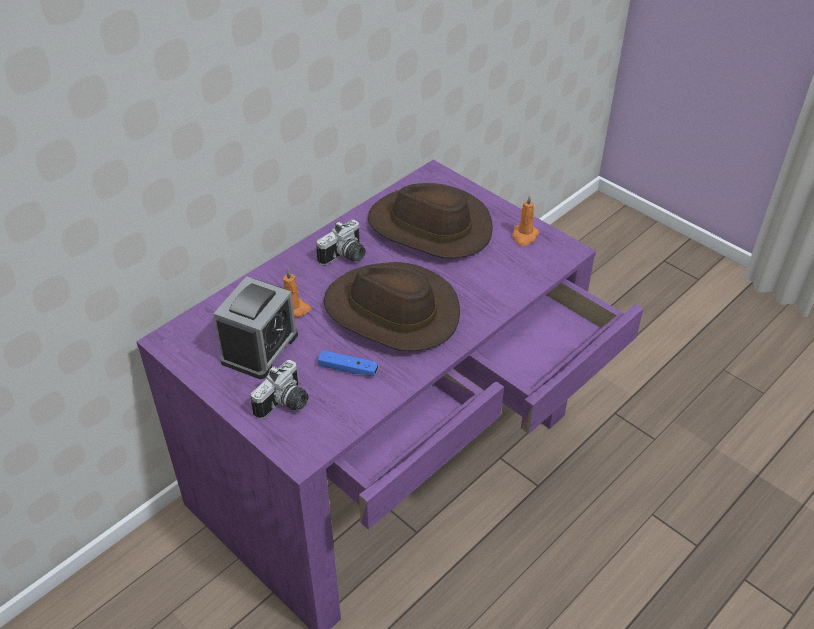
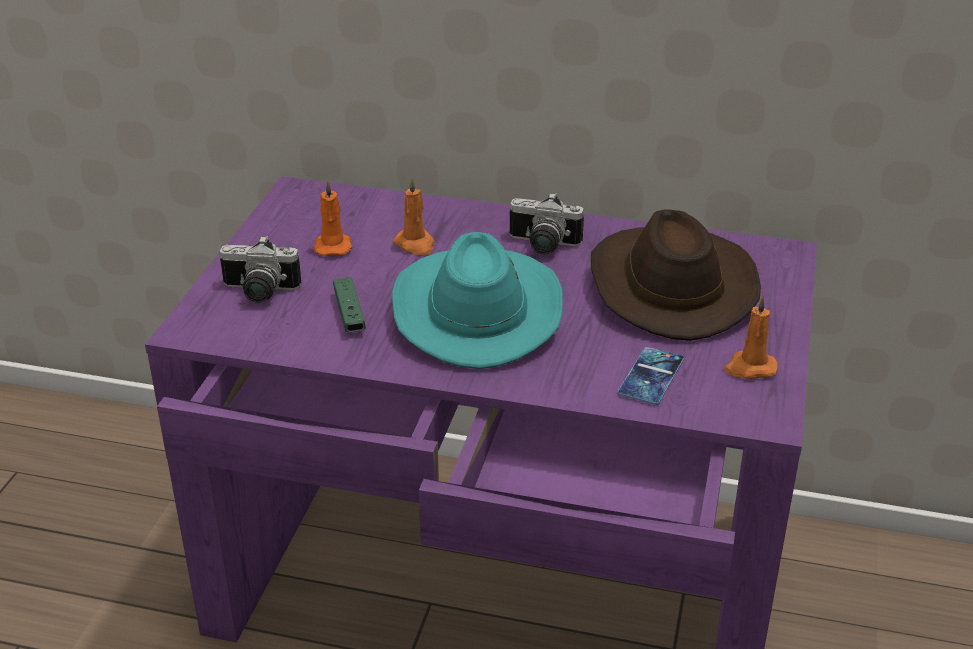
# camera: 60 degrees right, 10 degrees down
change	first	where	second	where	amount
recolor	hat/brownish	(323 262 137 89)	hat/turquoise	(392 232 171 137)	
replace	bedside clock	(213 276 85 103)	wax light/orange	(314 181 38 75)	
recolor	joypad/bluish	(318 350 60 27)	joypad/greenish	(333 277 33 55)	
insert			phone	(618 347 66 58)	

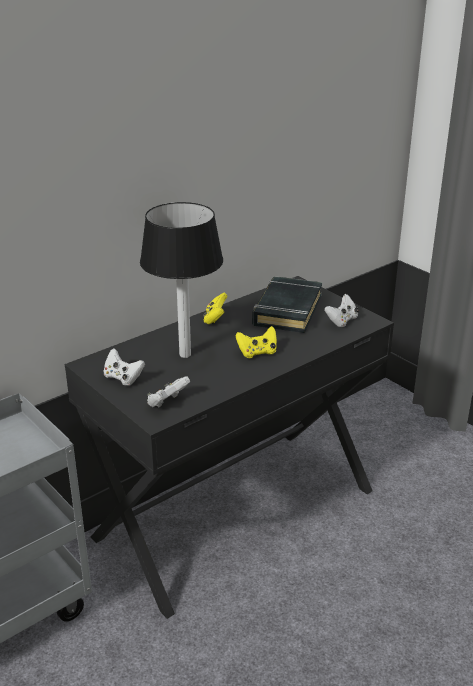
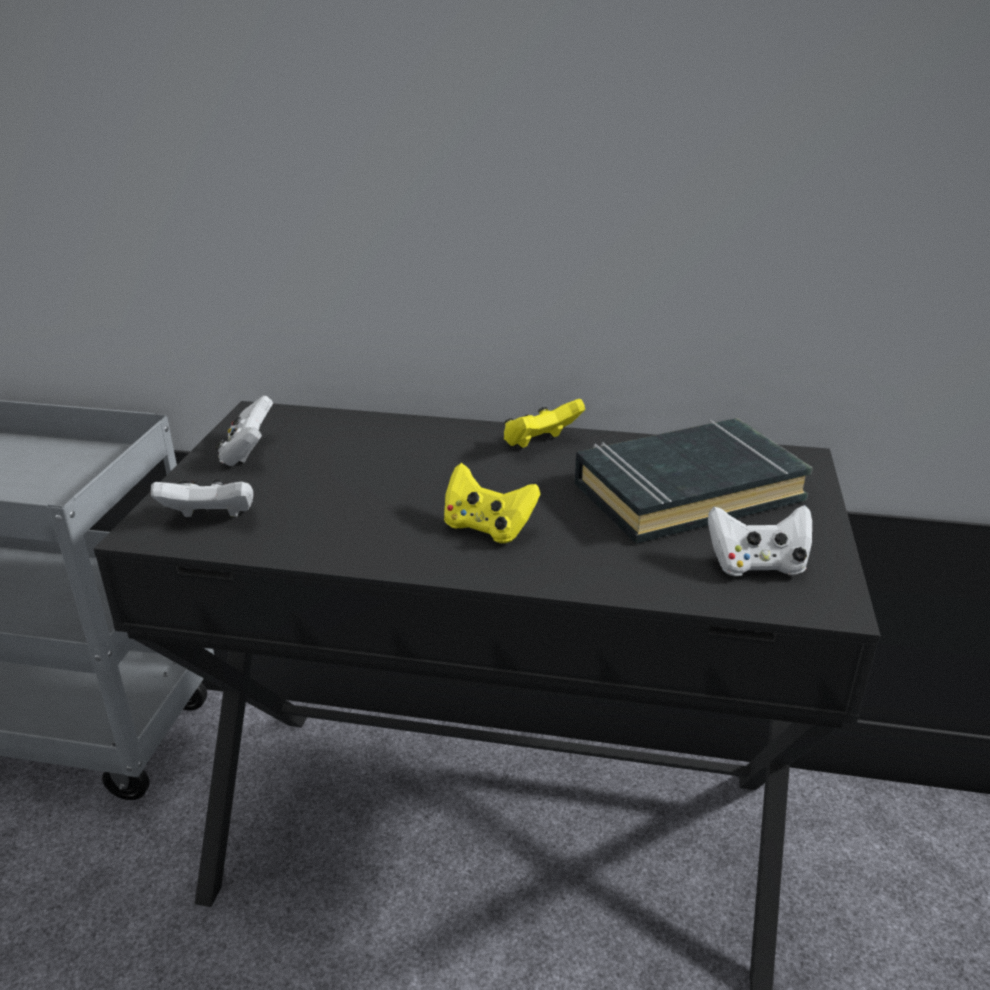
# camera: 50 degrees right, 0 degrees up
change	first	where	second	where	amount
delete	table lamp	(140 202 83 156)			

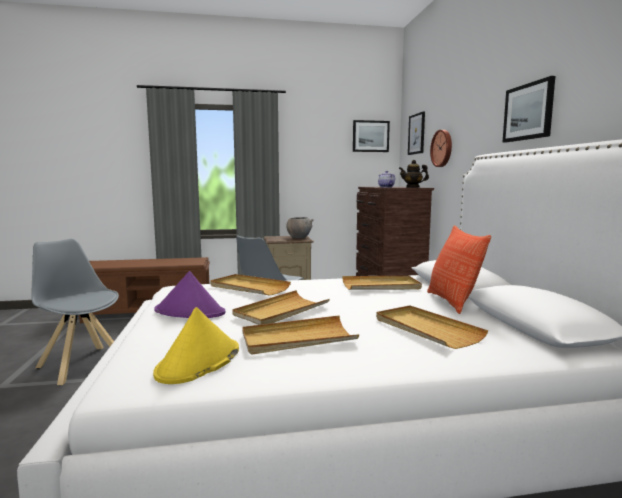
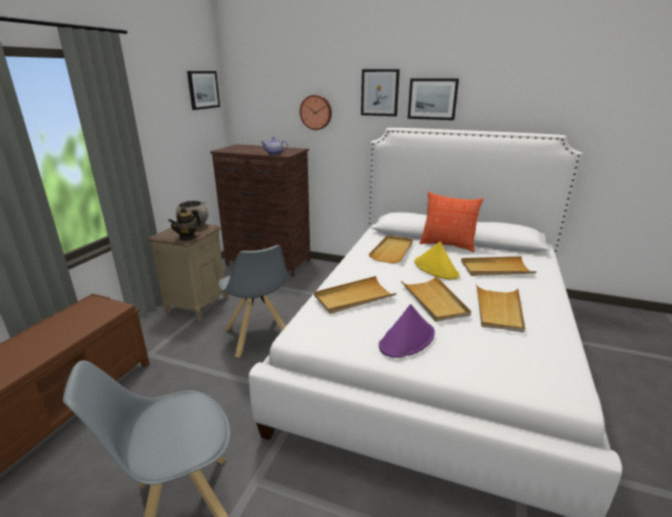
# camera: 60 degrees left, 15 degrees up
change	first	where	second	where	amount
move	picture	(408 111 17 44)		(361 69 39 47)	
move	tea pot	(399 160 30 28)		(168 207 33 34)	
move	hat/yellowish	(153 307 86 77)		(414 242 45 38)	

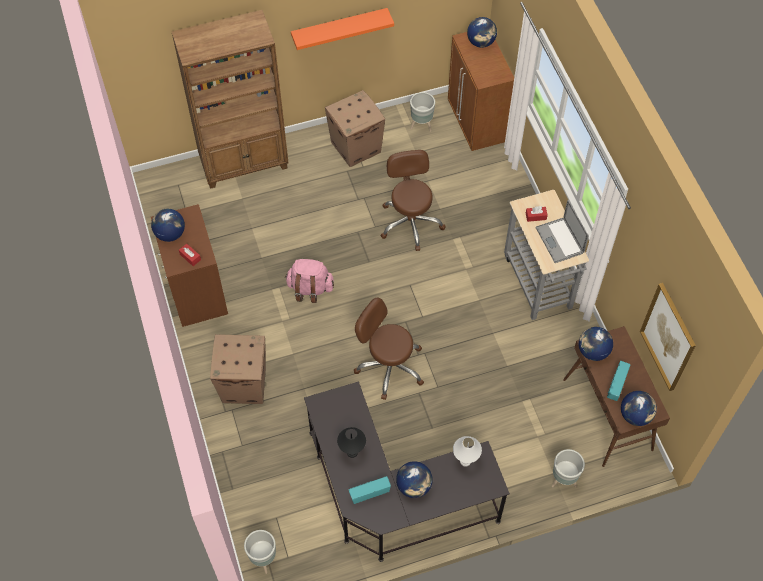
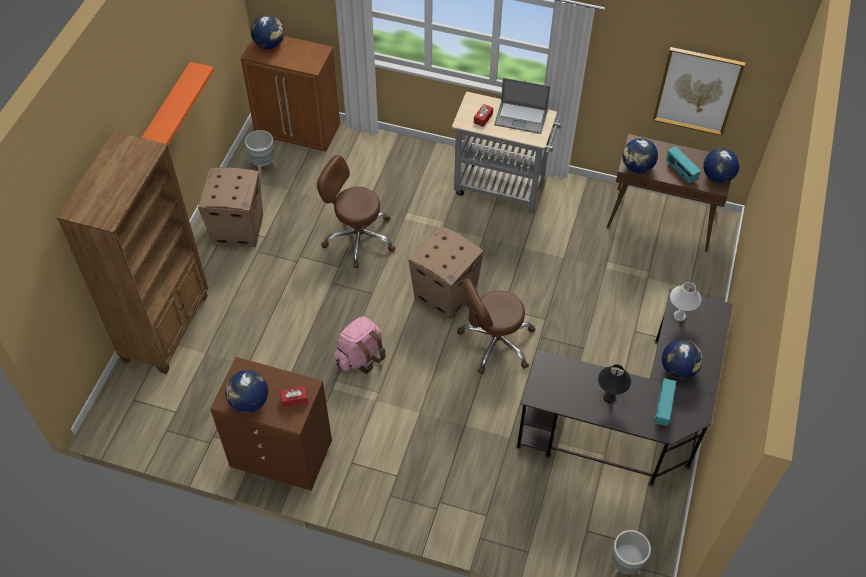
# camera: 55 degrees left, 5 degrees down
change	first	where	second	where	amount
move	carton	(210 334 56 70)		(408 226 76 93)	
delete	planter/grey	(551 449 34 38)			

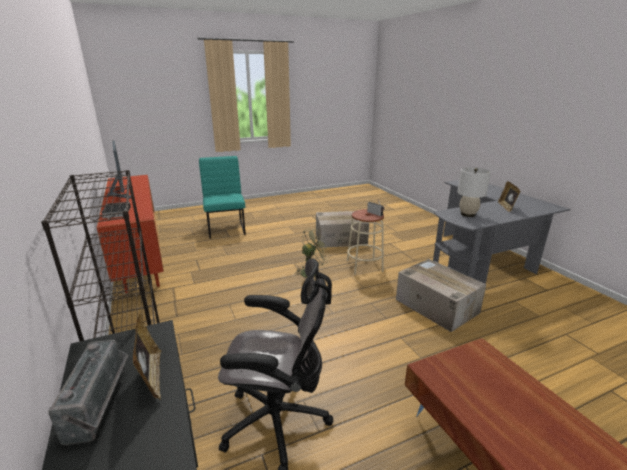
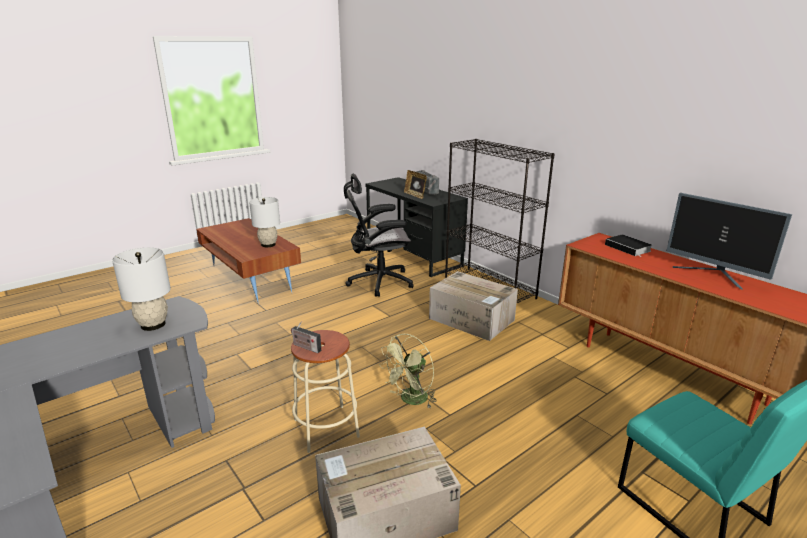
# camera: 165 degrees right, 0 degrees up
change	first	where	second	where	amount
delete	picture frame	(498 181 22 31)			
move	carton	(396 259 91 73)		(429 271 89 70)	
insert			table lamp/white	(249 197 31 50)	

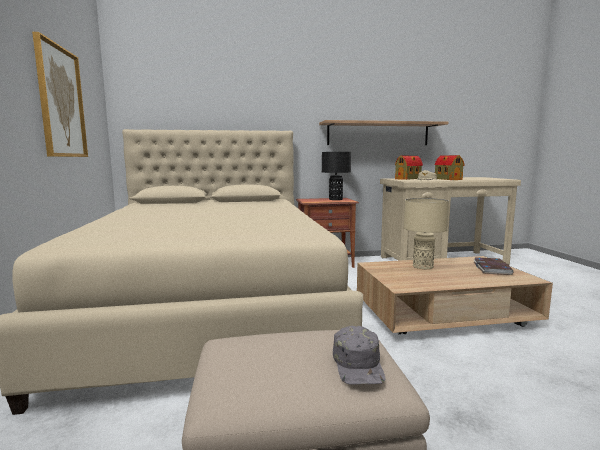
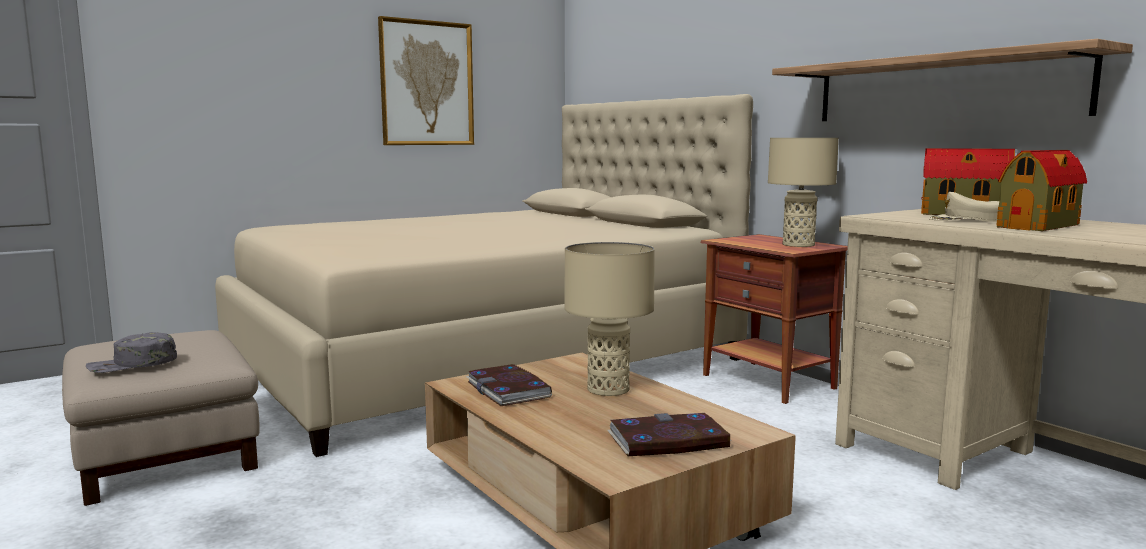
# camera: 65 degrees right, 0 degrees up
change	first	where	second	where	amount
recolor	table lamp/black	(322 152 29 48)	table lamp/beige	(768 138 71 109)	
insert			book	(466 364 86 42)	

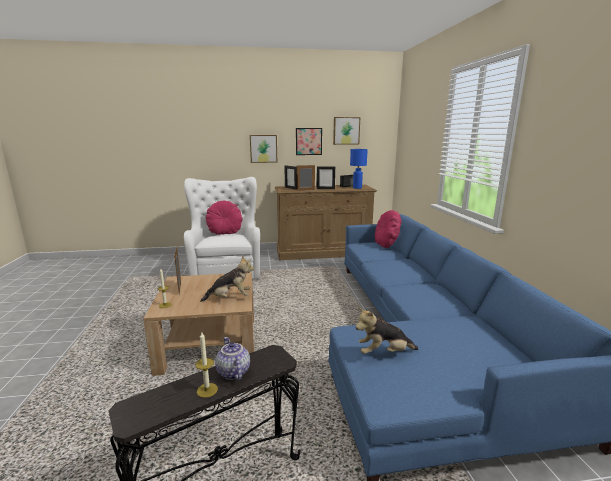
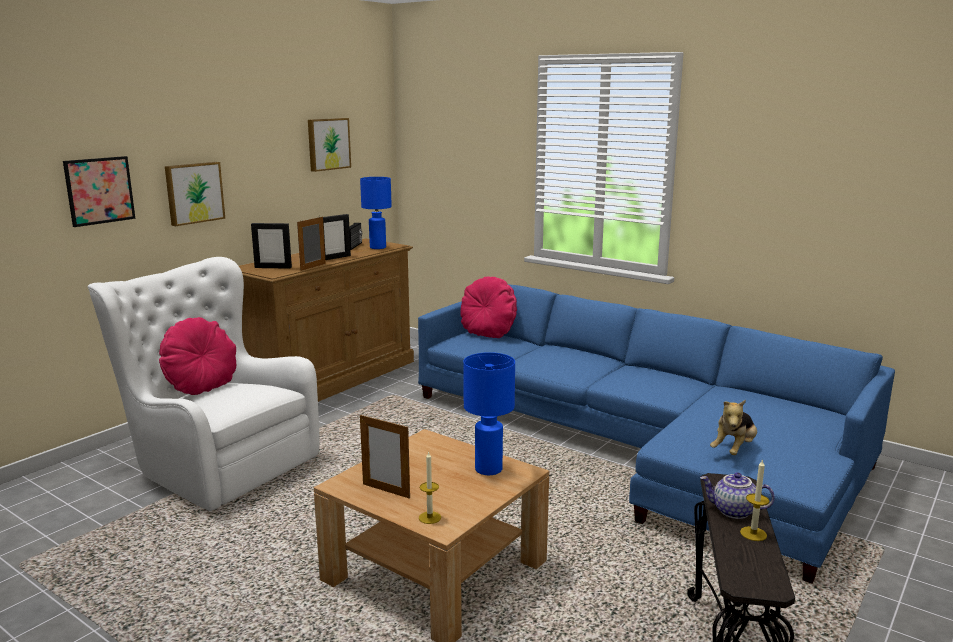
# camera: 45 degrees left, 0 degrees up
change	first	where	second	where	amount
move	picture	(296 128 26 27)		(63 156 72 71)	
replace	cuddly toy	(200 256 54 46)	table lamp/bluish	(463 352 52 123)	

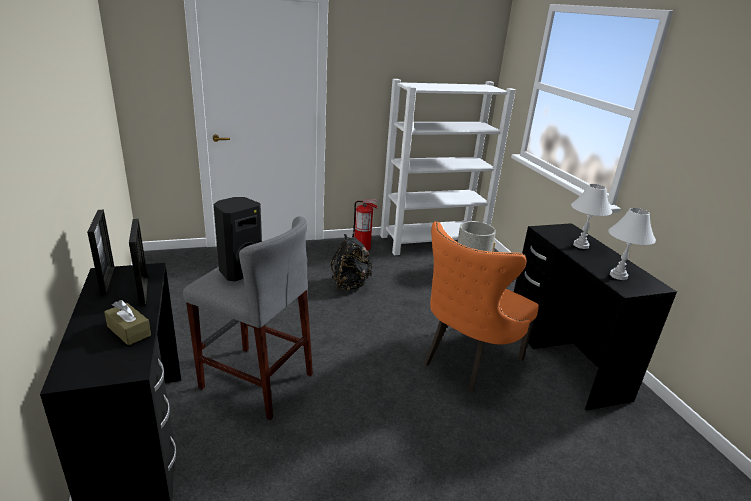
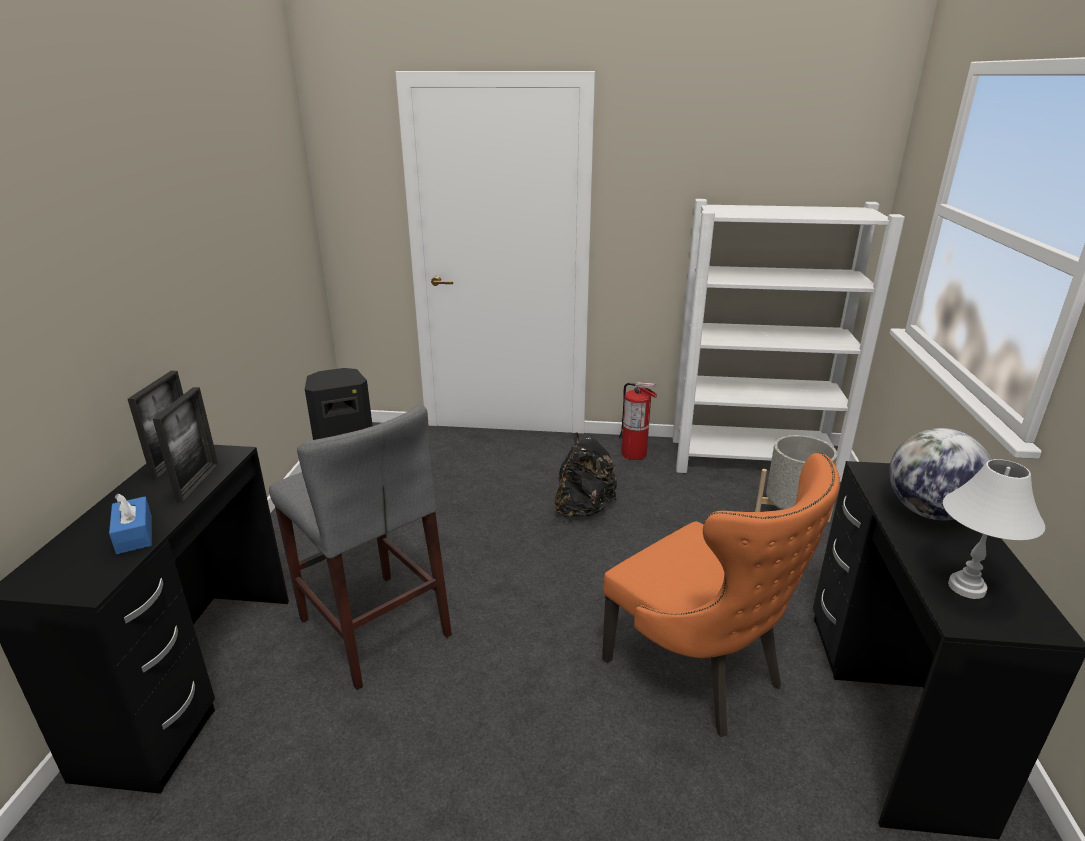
# camera: 25 degrees right, 0 degrees up
change	first	where	second	where	amount
replace	table lamp/white	(571 184 41 65)	desk globe	(889 428 103 92)	
rotate	plain chair/orange	(424 221 115 171)		(602 452 238 285)	105 degrees counterclockwise
recolor	box of tissues/brownish	(104 300 47 45)	box of tissues/bluish	(109 493 43 61)	

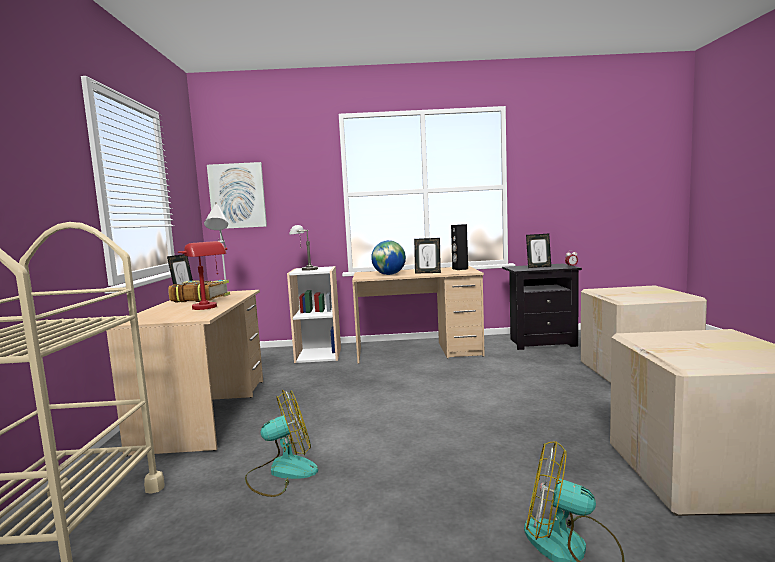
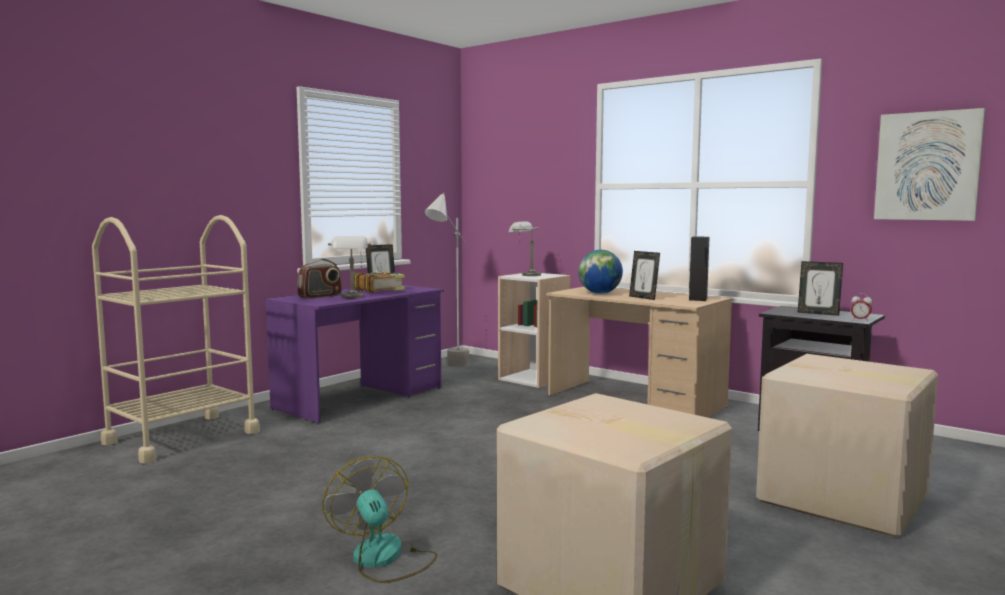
# camera: 40 degrees right, 0 degrees up
change	first	where	second	where	amount
move	picture	(207 162 60 67)		(874 108 111 113)	
recolor	table lamp/red-coloured	(178 241 49 69)	table lamp/grey	(328 236 43 62)	
recolor	desk table/beige	(106 290 157 166)	desk table/purplish	(264 285 180 139)	
delete	cooling fan	(245 390 73 107)			
insert			radio receiver	(297 259 45 40)	

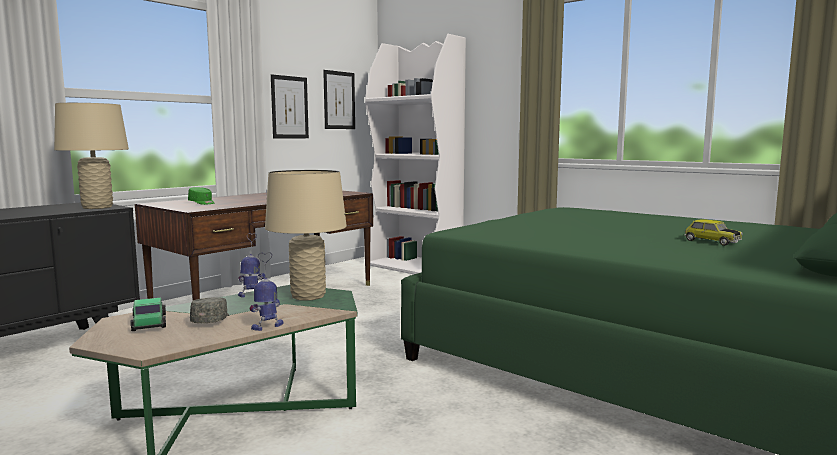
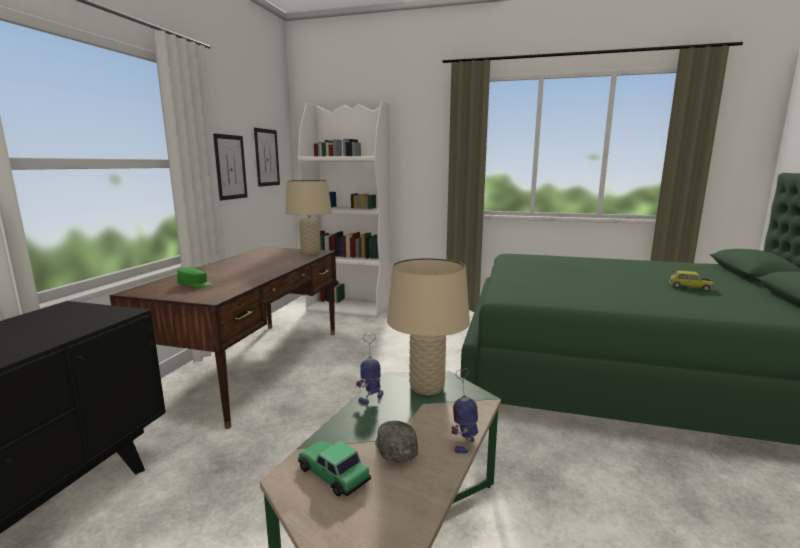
# camera: 25 degrees left, 5 degrees up
change	first	where	second	where	amount
move	table lamp/beige	(54 103 75 106)		(285 180 47 75)	

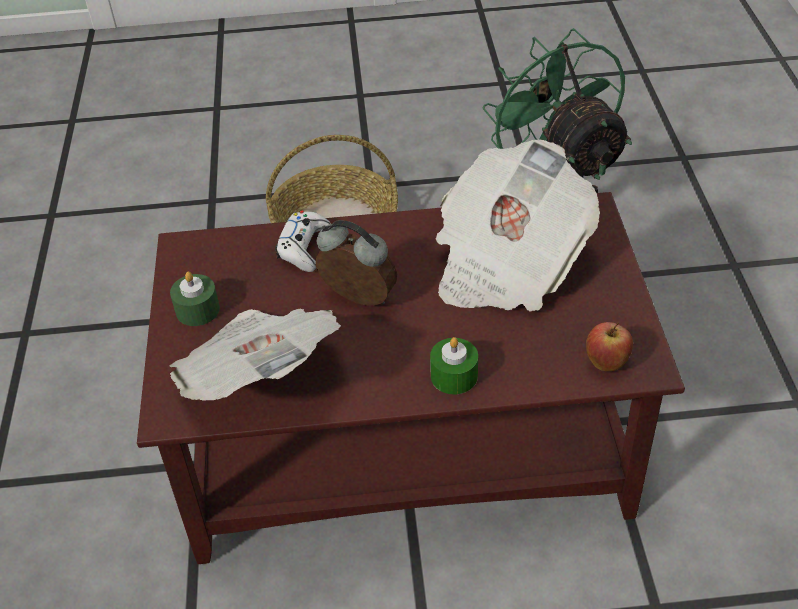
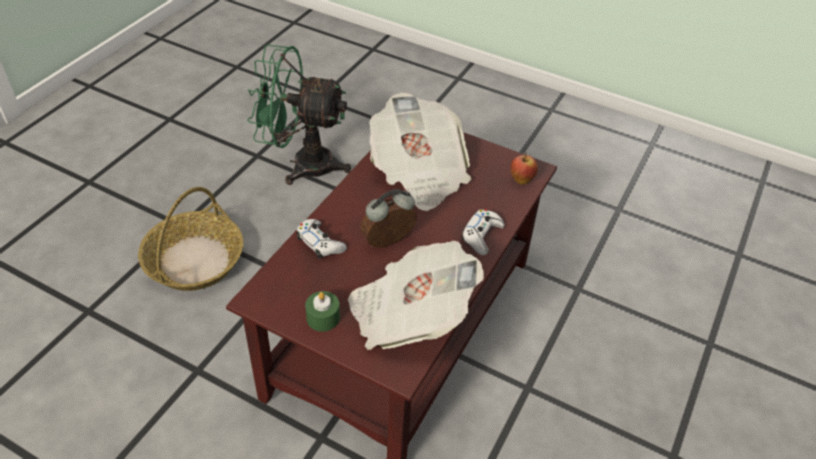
# camera: 60 degrees left, 0 degrees up
change	first	where	second	where	amount
replace	wax light/greenish	(430 337 48 57)	joypad/white	(461 209 44 46)	

